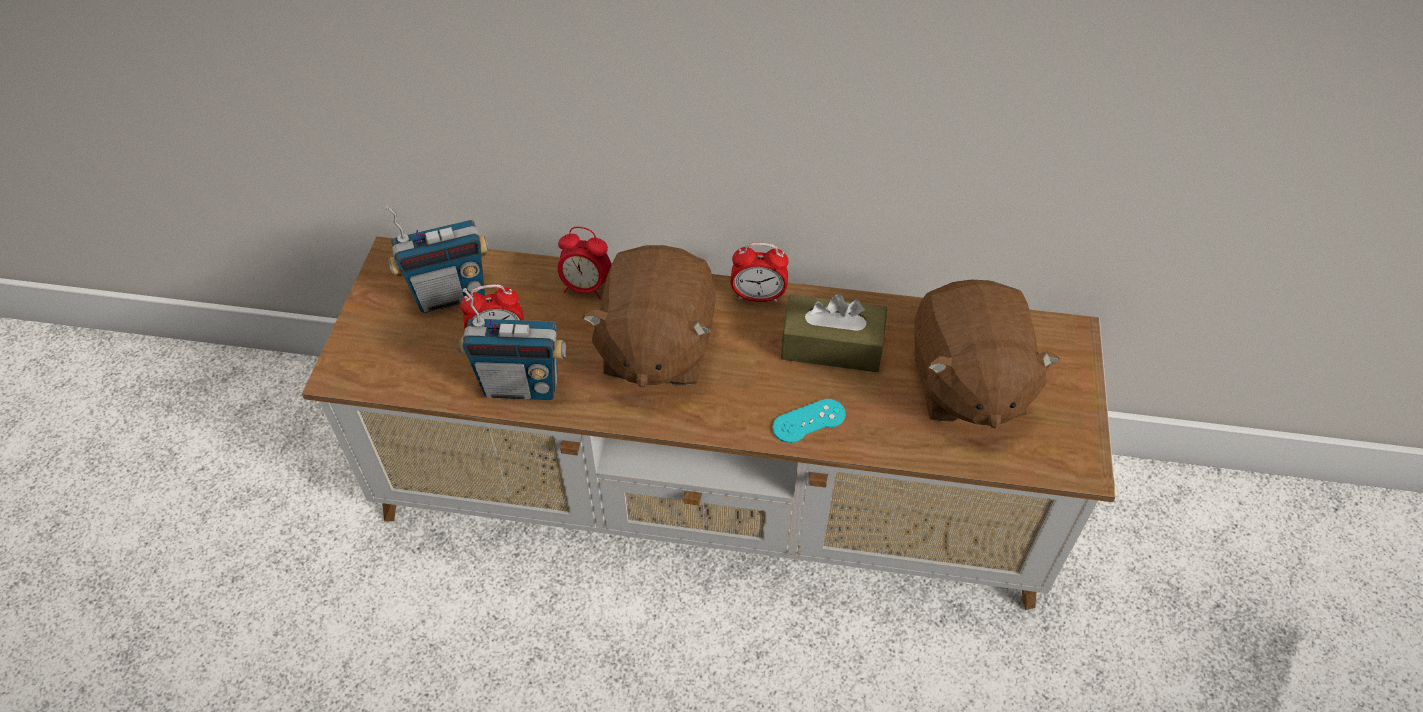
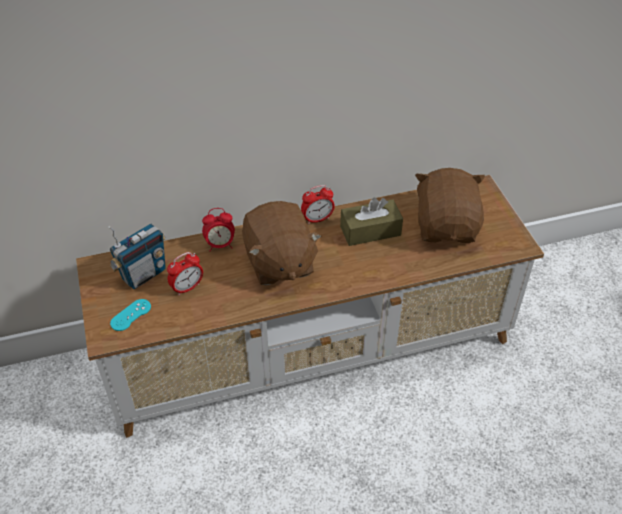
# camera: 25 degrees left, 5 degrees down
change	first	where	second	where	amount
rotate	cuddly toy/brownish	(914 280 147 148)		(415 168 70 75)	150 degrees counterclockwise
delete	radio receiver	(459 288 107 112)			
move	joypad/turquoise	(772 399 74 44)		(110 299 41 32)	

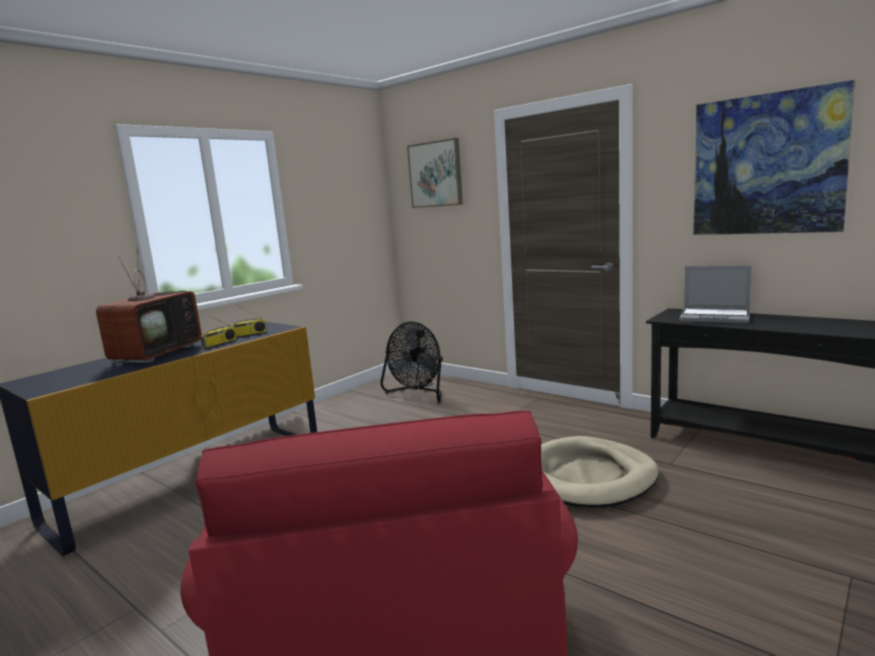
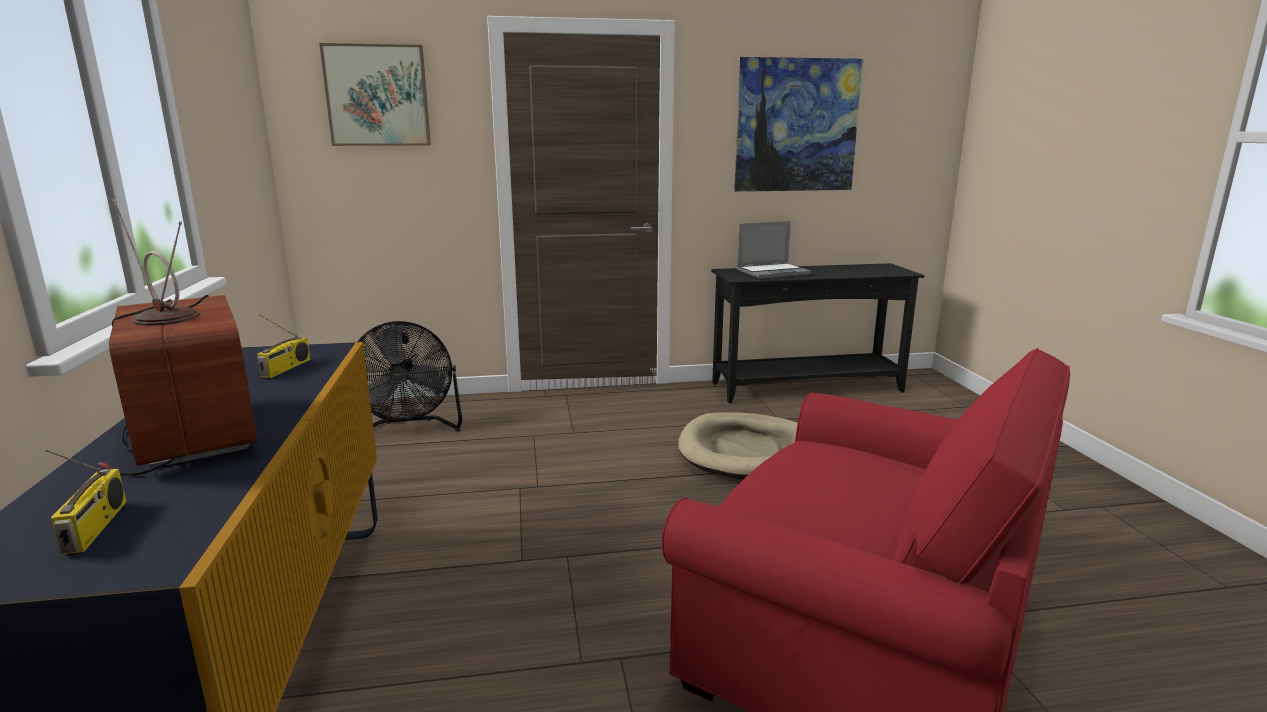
# camera: 50 degrees left, 5 degrees up
change	first	where	second	where	amount
move	radio receiver	(201 312 35 35)		(46 450 81 105)	

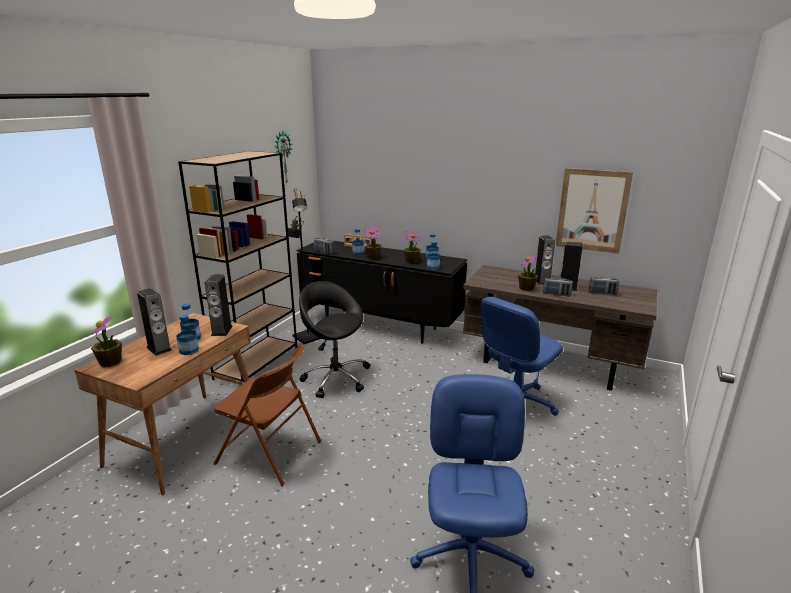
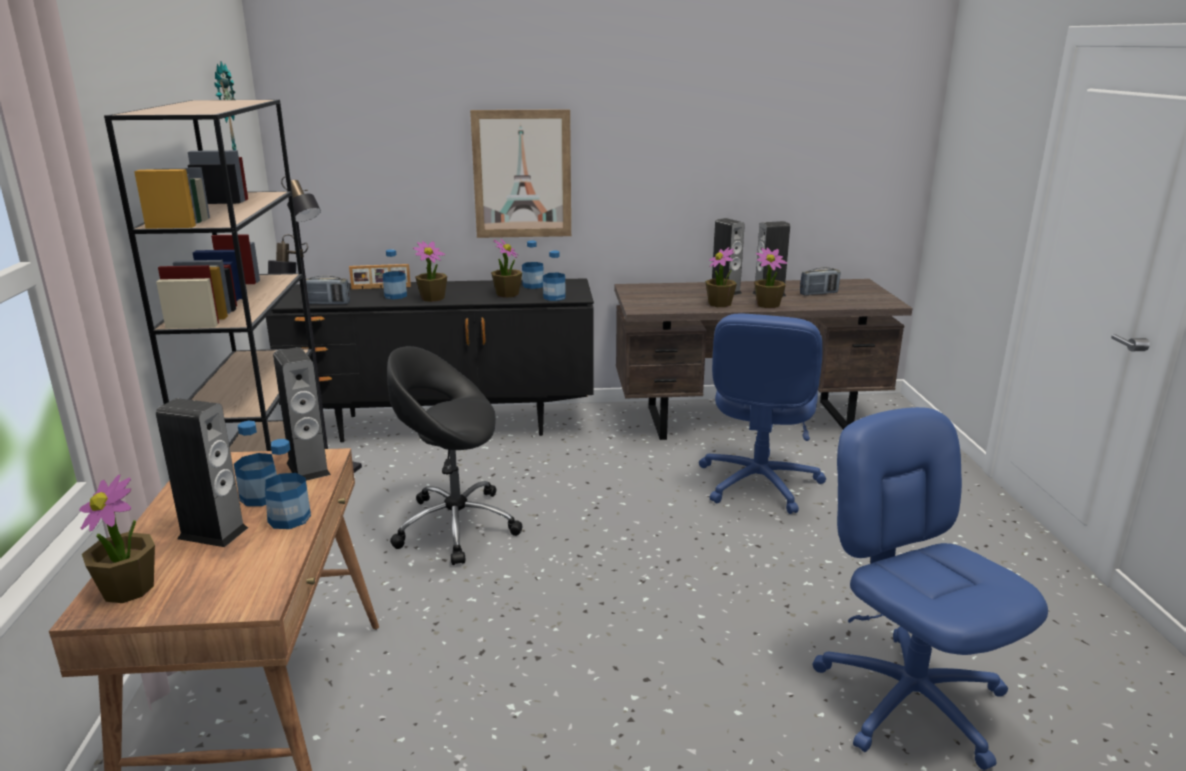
# camera: 30 degrees left, 0 degrees up
change	first	where	second	where	amount
move	picture	(556 168 77 86)		(470 109 101 129)	
replace	radio receiver	(543 277 30 19)	potted plant	(754 248 33 60)	
delete	plain chair/brownish	(214 344 107 143)			

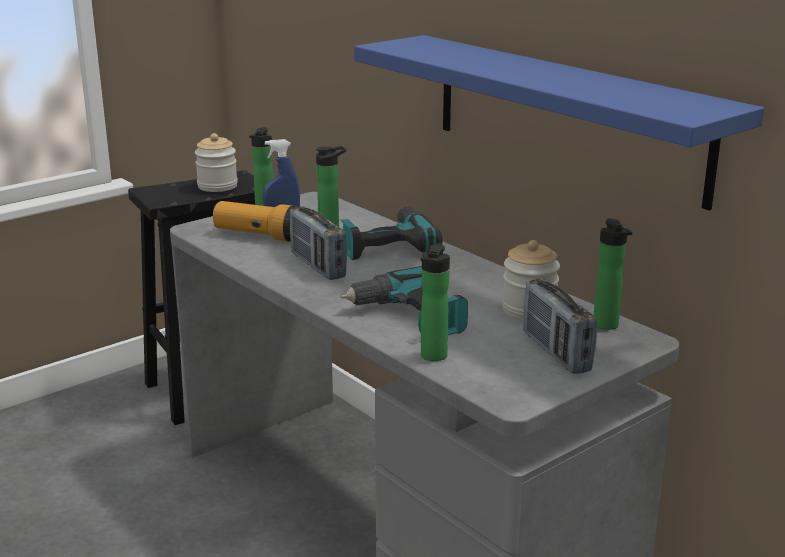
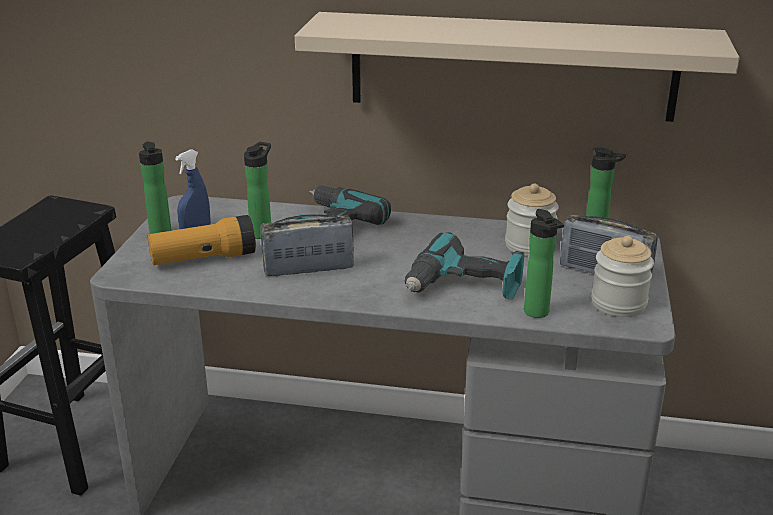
# camera: 40 degrees left, 5 degrees up
change	first	where	second	where	amount
recolor	wall shelf/bluish	(354 35 410 176)	wall shelf/beige	(295 12 445 110)	
move	storage jar	(195 133 43 59)		(591 236 63 81)	
rotate	radio receiver	(290 206 57 74)		(260 214 94 62)	150 degrees clockwise

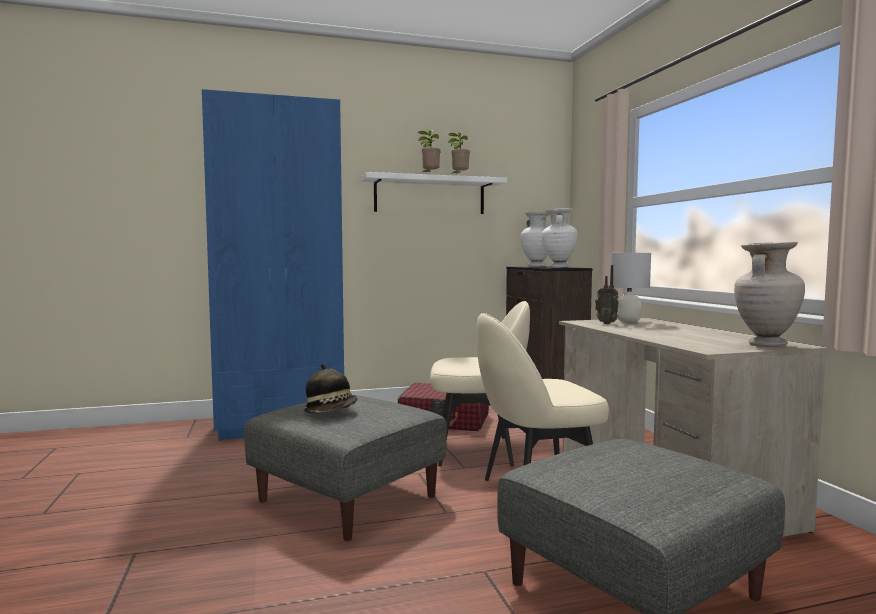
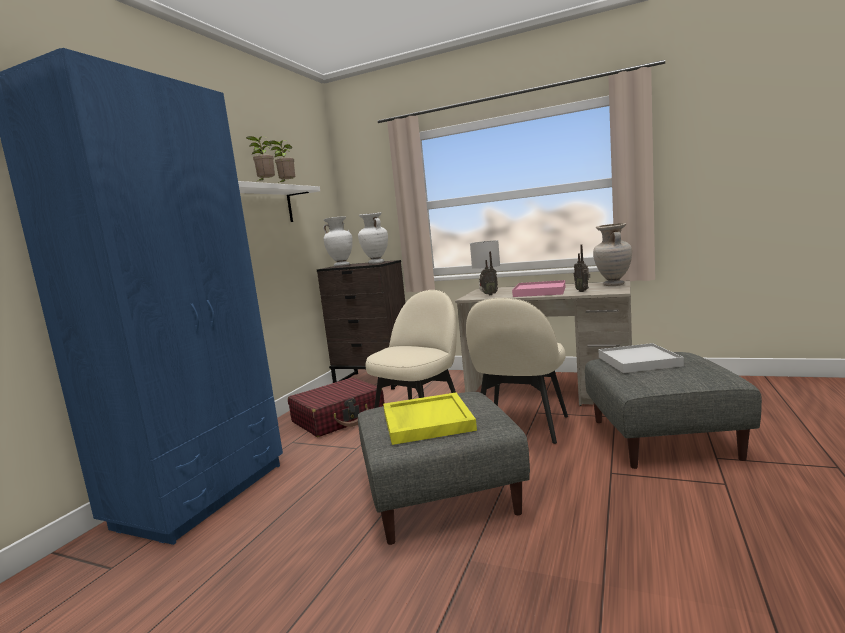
# camera: 50 degrees left, 5 degrees up
change	first	where	second	where	amount
replace	hat	(304 364 53 49)	tray/yellowish	(383 392 94 53)	
insert			radio receiver	(574 245 16 47)	
insert			tray/pink	(512 280 53 17)	
insert			tray/white	(598 343 86 30)	

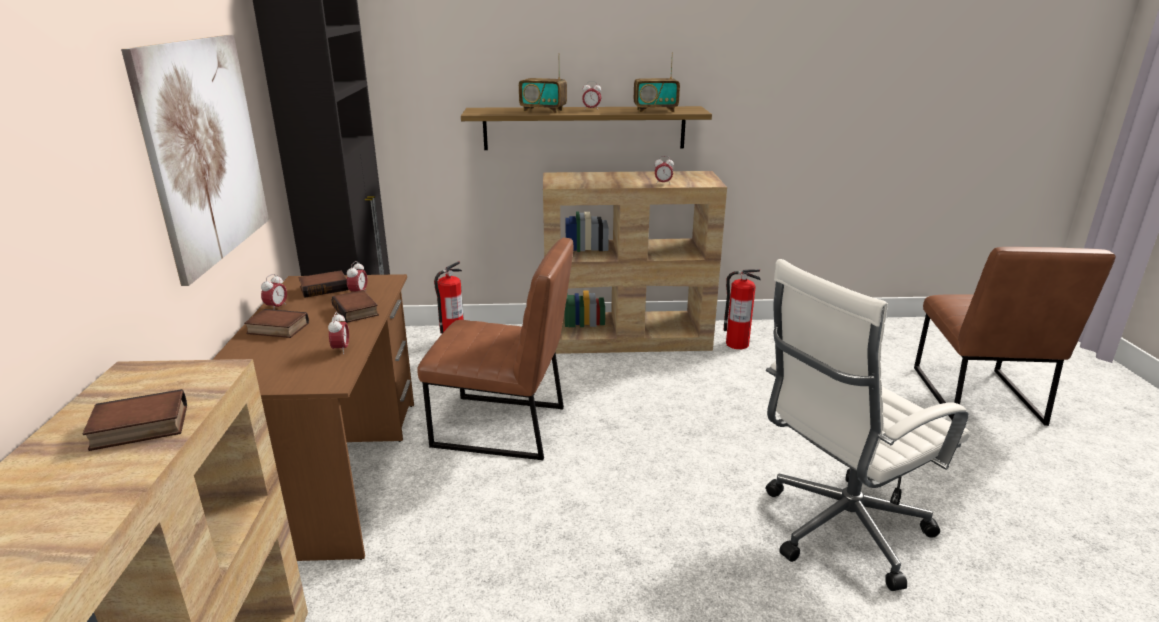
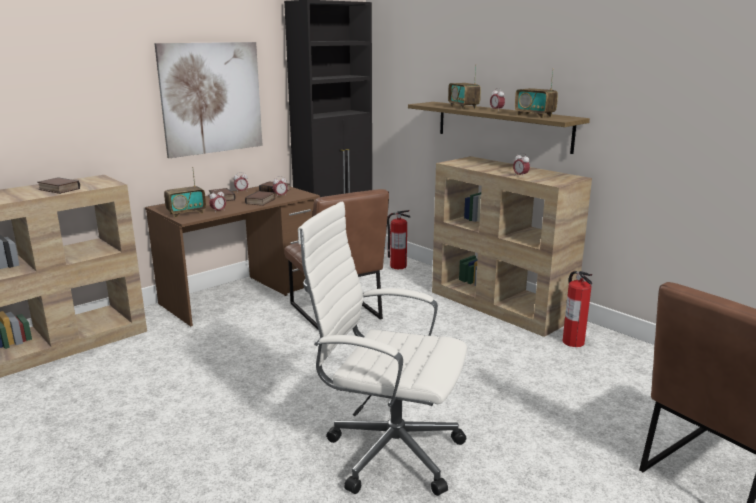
# camera: 50 degrees right, 5 degrees down
change	first	where	second	where	amount
insert			radio receiver	(164 167 42 51)	

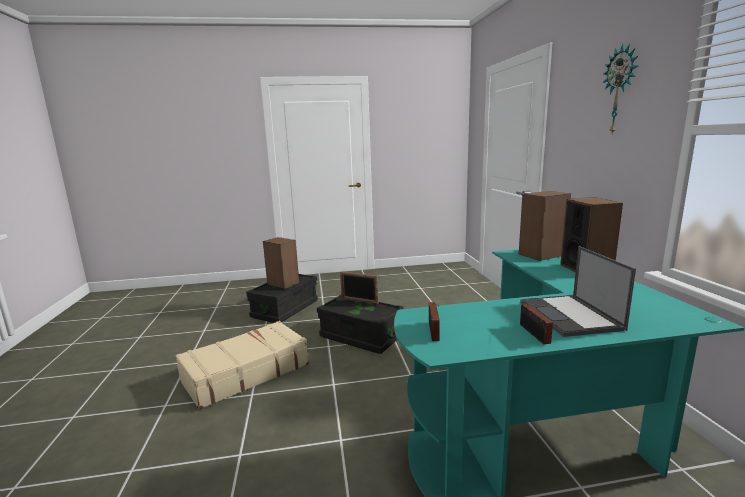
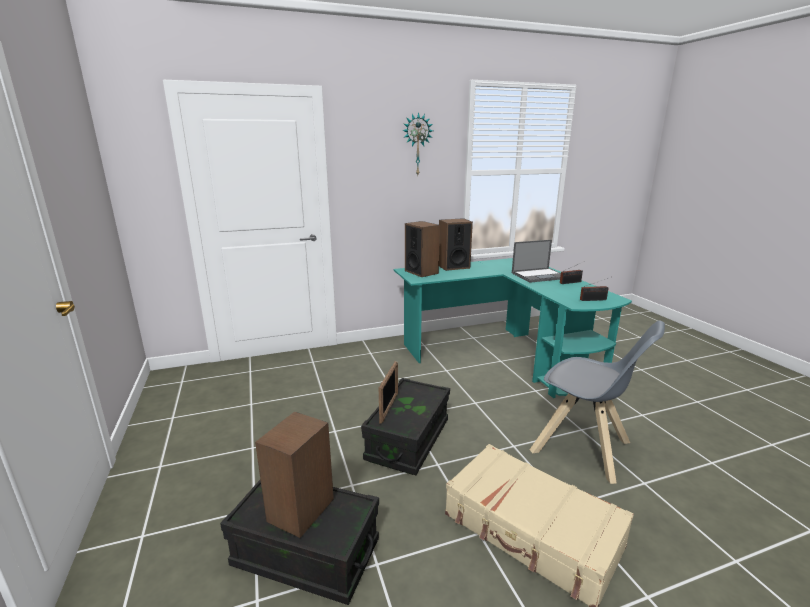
# camera: 100 degrees left, 5 degrees up
change	first	where	second	where	amount
insert			plain chair/grey	(530 320 135 164)	

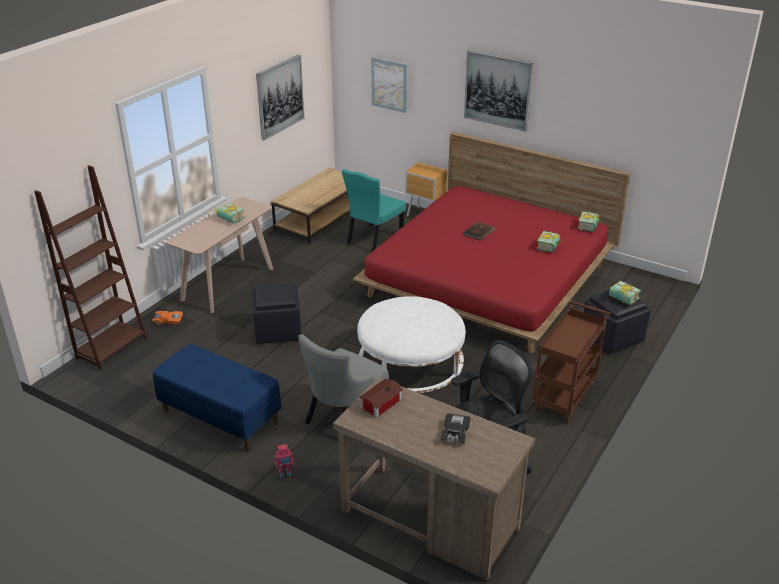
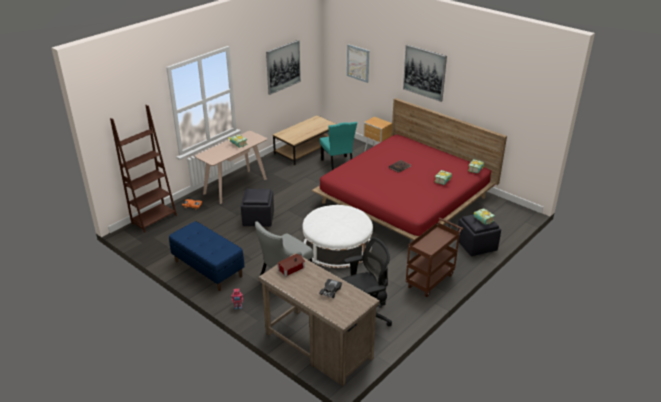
# camera: 10 degrees right, 0 degrees up
change	first	where	second	where	amount
rotate	plain chair/turquoise	(342 169 64 83)		(320 122 37 48)	60 degrees counterclockwise

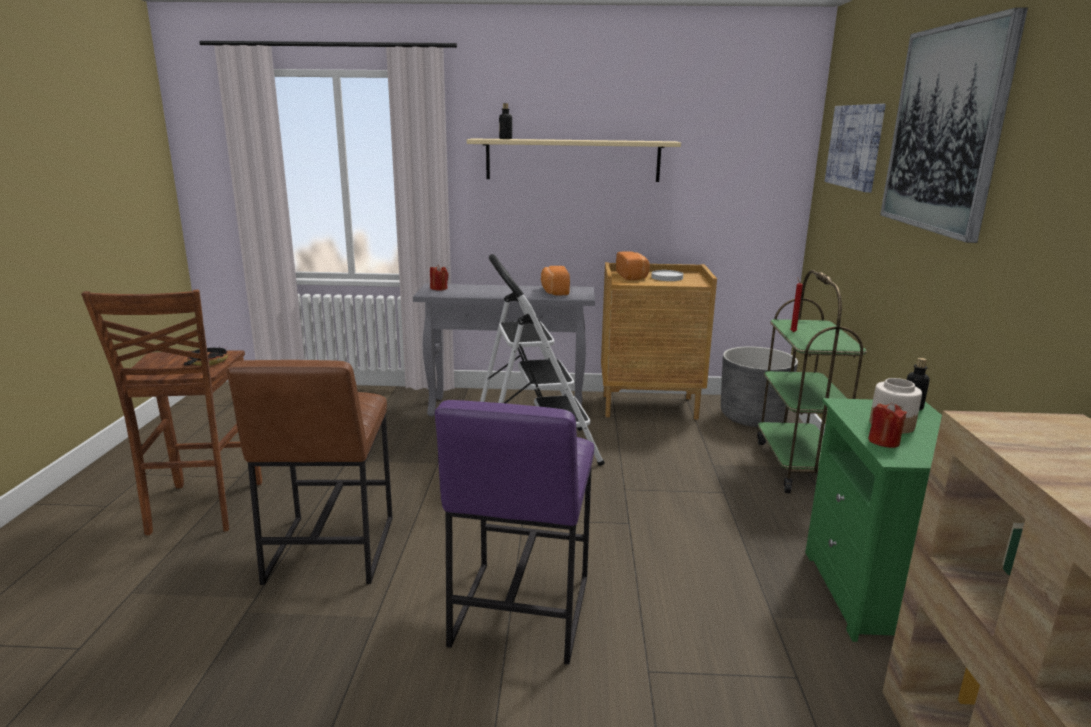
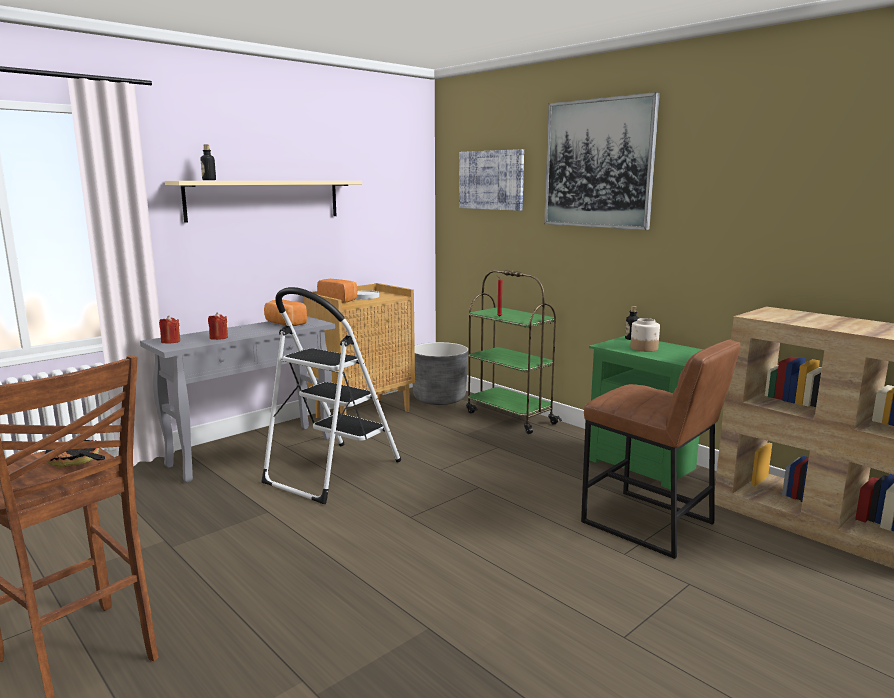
# camera: 45 degrees left, 5 degrees down
change	first	where	second	where	amount
move	plain chair/brownish	(227 360 166 225)		(581 340 160 219)	
delete	plain chair/purplish	(435 400 159 265)			
move	wax light/red-coloured	(868 403 39 45)		(208 312 20 28)	

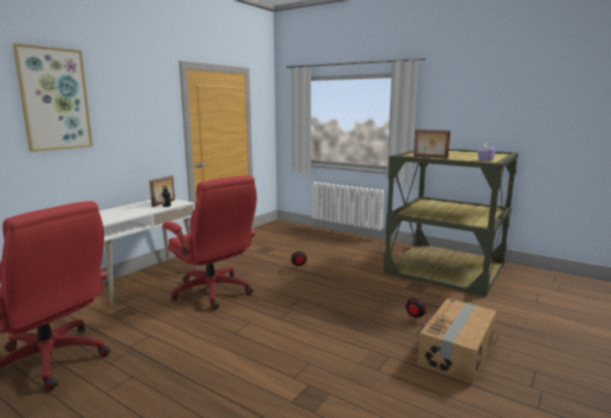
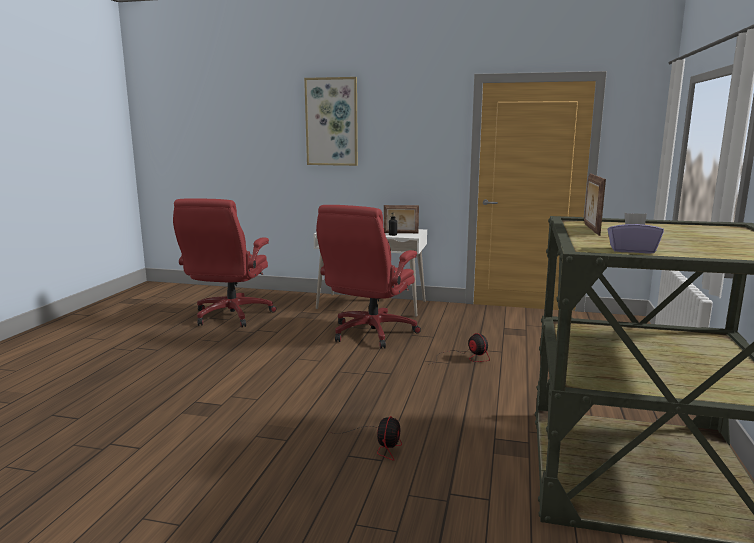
# camera: 70 degrees right, 0 degrees up
change	first	where	second	where	amount
delete	carton	(417 298 79 87)			

